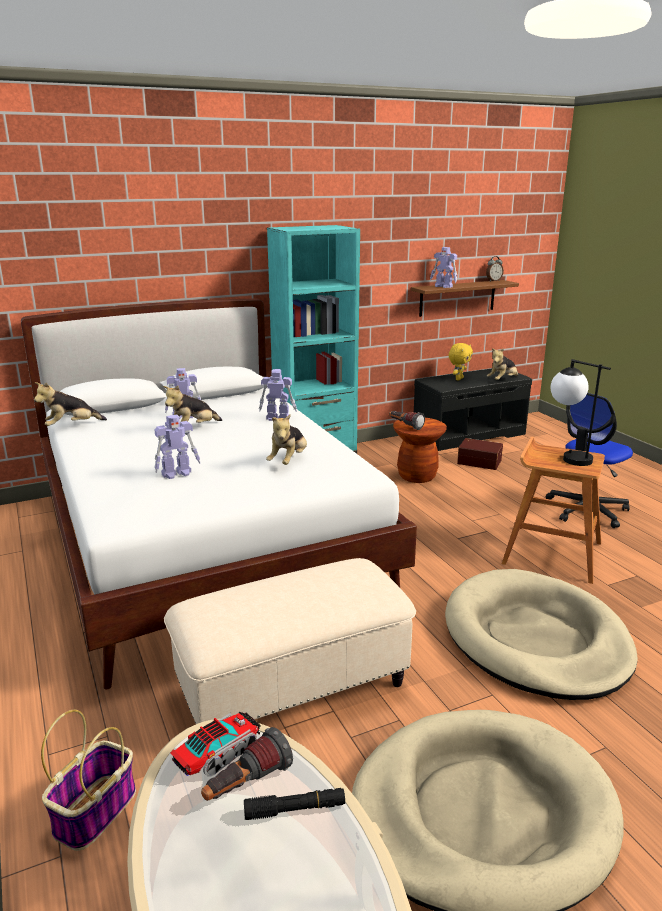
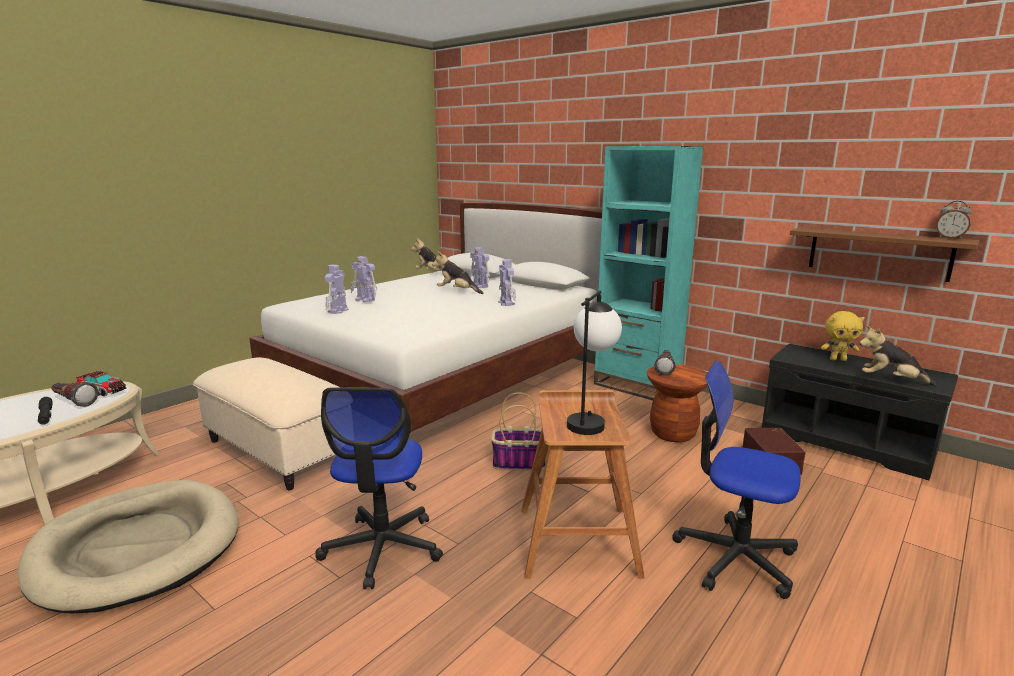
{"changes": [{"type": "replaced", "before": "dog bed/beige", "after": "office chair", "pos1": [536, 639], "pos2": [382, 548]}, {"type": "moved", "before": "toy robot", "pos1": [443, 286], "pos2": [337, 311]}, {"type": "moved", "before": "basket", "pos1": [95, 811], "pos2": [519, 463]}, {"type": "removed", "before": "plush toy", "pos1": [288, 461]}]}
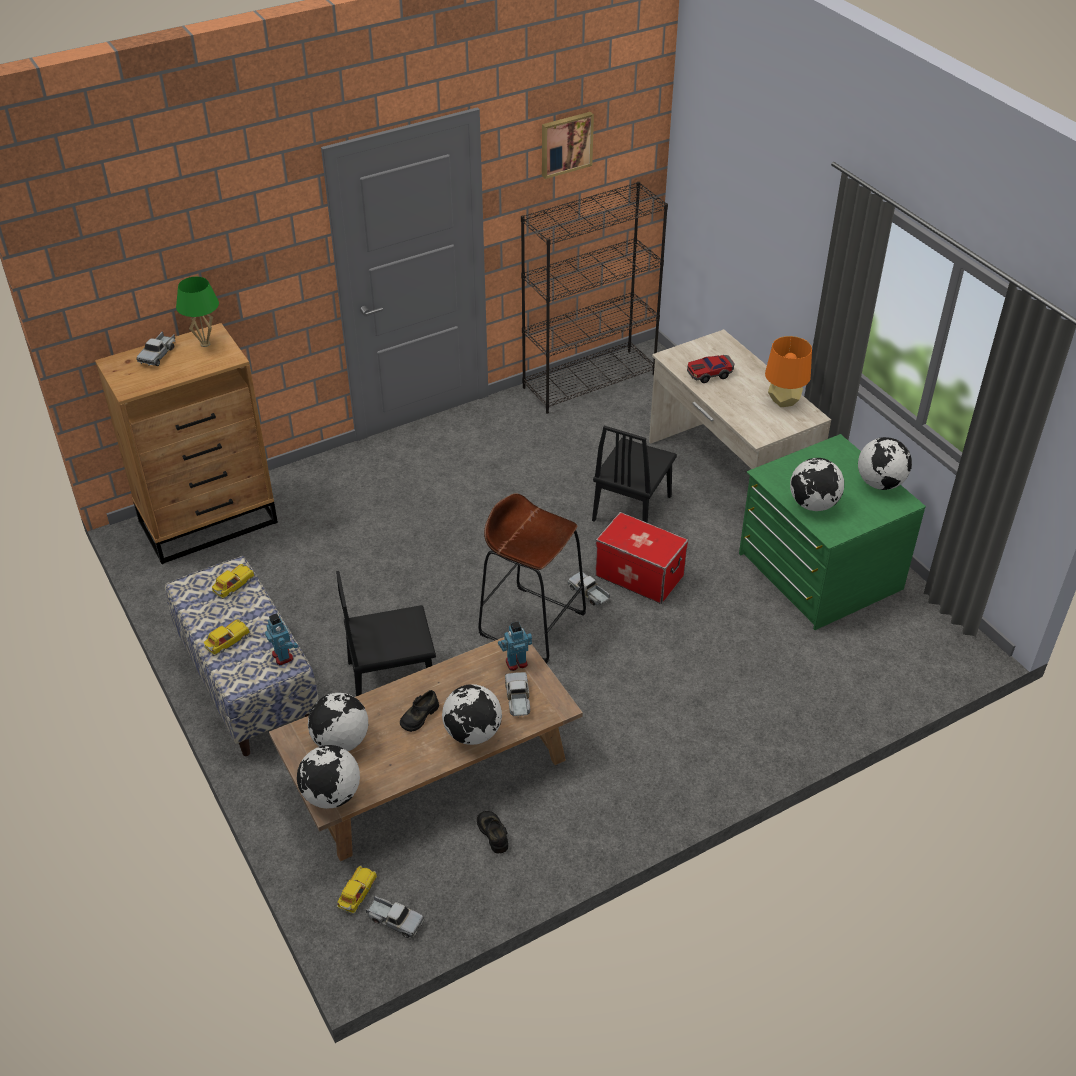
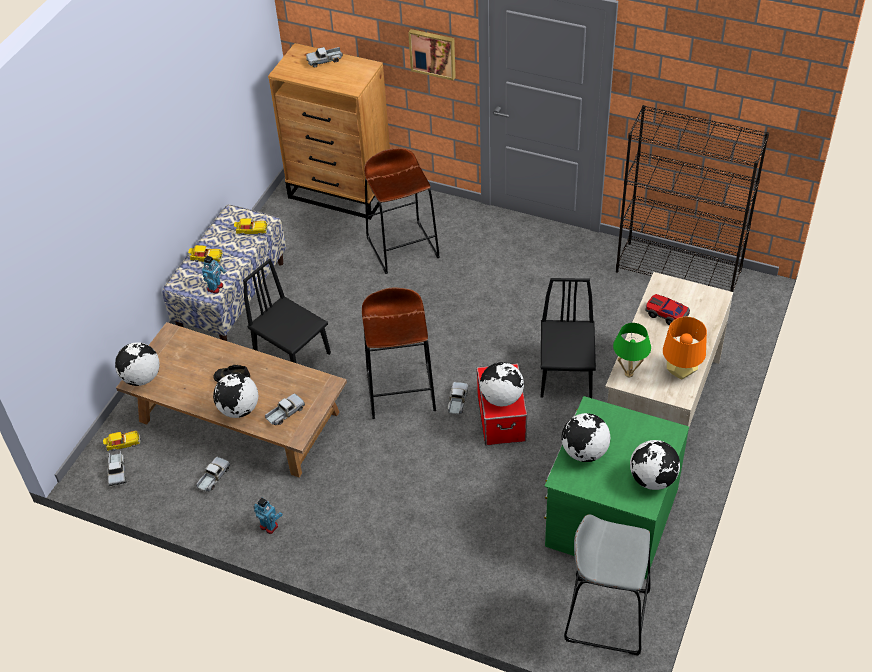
{"changes": [{"type": "replaced", "before": "shoe/black", "after": "toy truck", "pos1": [493, 833], "pos2": [213, 477]}, {"type": "moved", "before": "toy robot", "pos1": [516, 662], "pos2": [269, 526]}, {"type": "added", "after": "stool/brown", "pos2": [403, 247]}, {"type": "moved", "before": "picture", "pos1": [565, 144], "pos2": [433, 53]}, {"type": "moved", "before": "globe", "pos1": [340, 742], "pos2": [501, 398]}, {"type": "turned", "before": "chair/black", "pos1": [632, 508], "pos2": [566, 374], "turn": 105}, {"type": "added", "after": "stool/grey", "pos2": [606, 615]}, {"type": "moved", "before": "table lamp/green", "pos1": [205, 344], "pos2": [629, 374]}]}
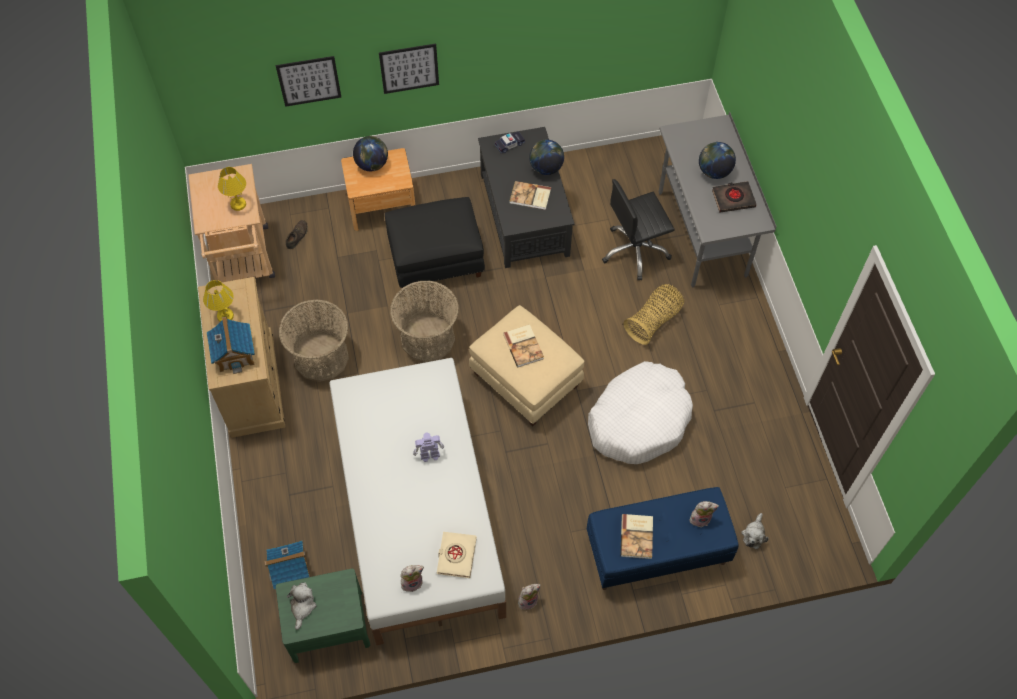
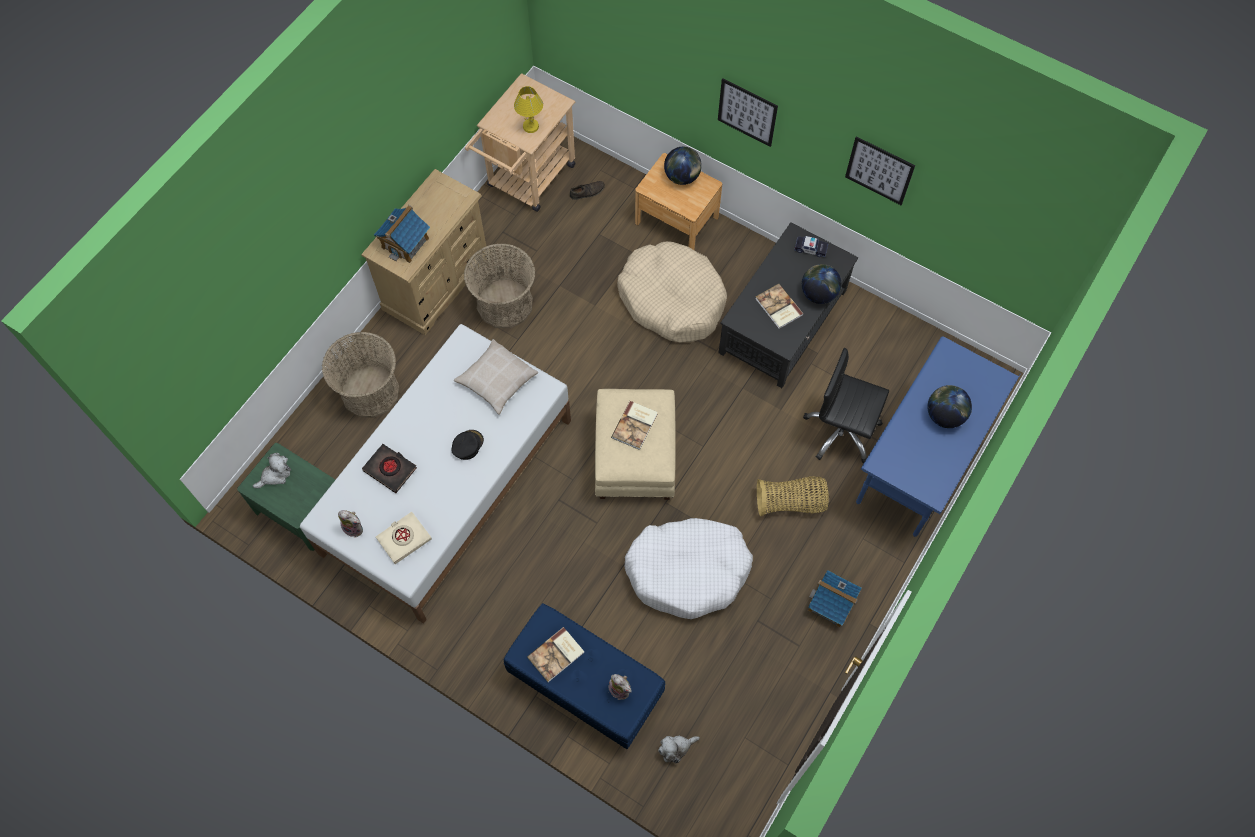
{"changes": [{"type": "moved", "before": "basket", "pos1": [427, 338], "pos2": [370, 391]}, {"type": "moved", "before": "book/black", "pos1": [733, 199], "pos2": [390, 469]}, {"type": "replaced", "before": "toy robot", "after": "cap/black", "pos1": [429, 455], "pos2": [467, 445]}, {"type": "added", "after": "pillow/beige", "pos2": [496, 380]}, {"type": "replaced", "before": "ottoman/black", "after": "dog bed/beige", "pos1": [436, 259], "pos2": [672, 299]}, {"type": "moved", "before": "toy house", "pos1": [291, 572], "pos2": [831, 604]}, {"type": "moved", "before": "picture", "pos1": [309, 81], "pos2": [879, 170]}, {"type": "recoloured", "before": "desk/grey", "after": "desk/blue", "pos1": [702, 234], "pos2": [917, 466]}, {"type": "removed", "before": "table lamp/yellow", "pos1": [225, 316]}, {"type": "removed", "before": "plush toy", "pos1": [527, 600]}]}
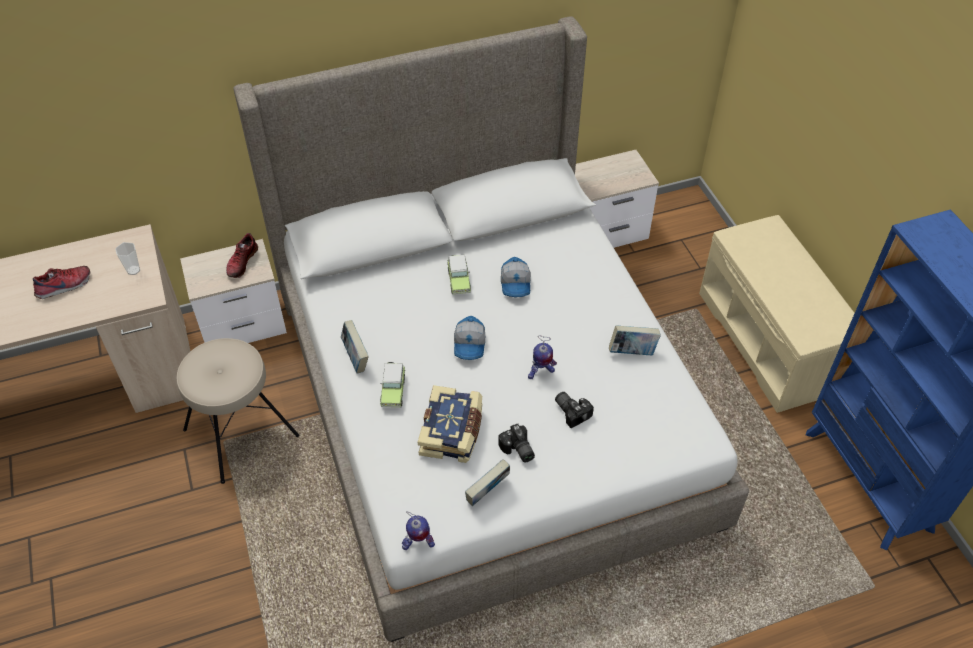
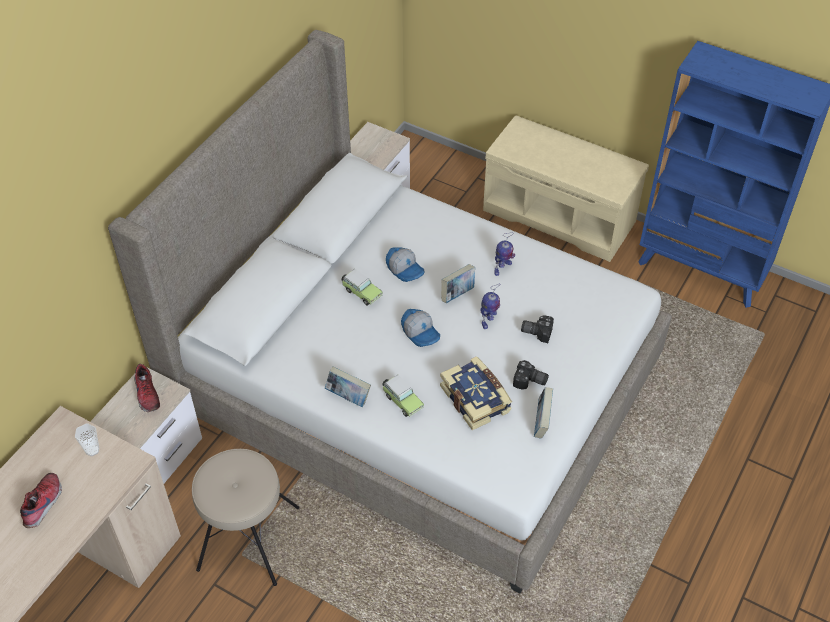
{"changes": [{"type": "moved", "before": "book", "pos1": [632, 352], "pos2": [457, 294]}, {"type": "moved", "before": "toy robot", "pos1": [418, 544], "pos2": [502, 268]}]}
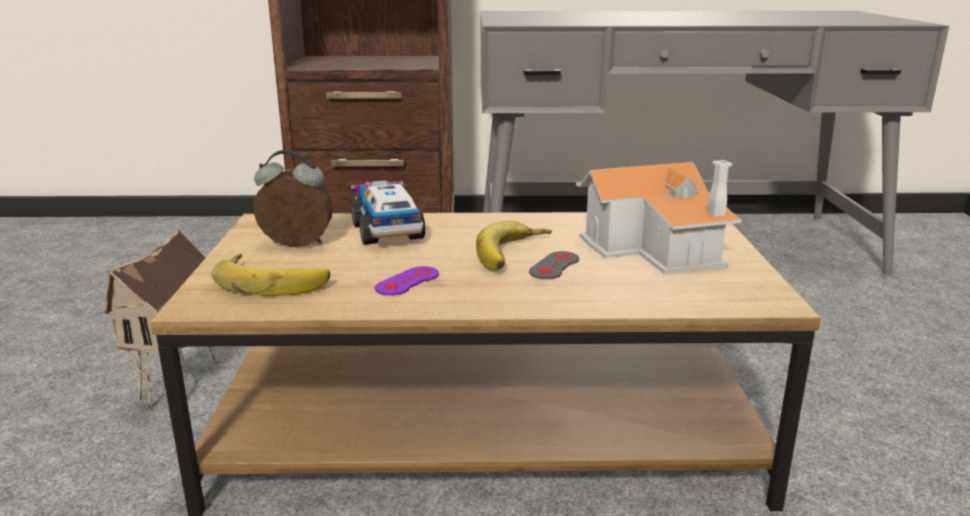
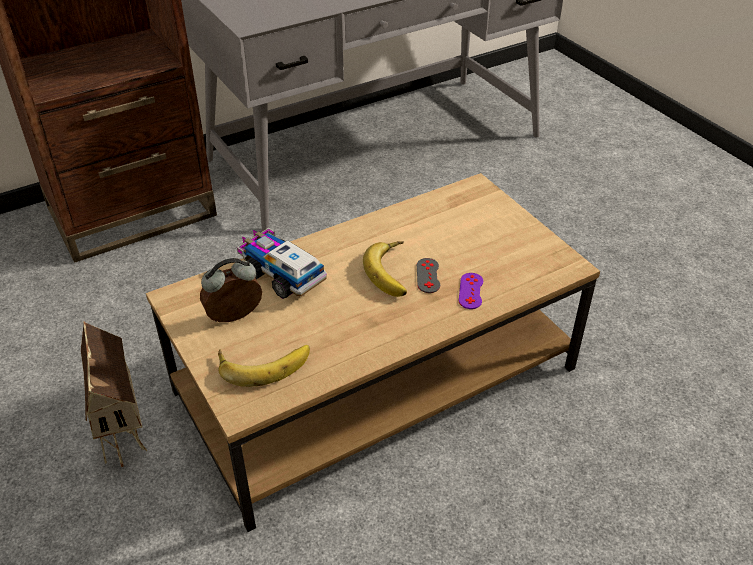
{"changes": [{"type": "moved", "before": "game controller/purple", "pos1": [407, 281], "pos2": [471, 291]}, {"type": "removed", "before": "toy house", "pos1": [657, 248]}]}
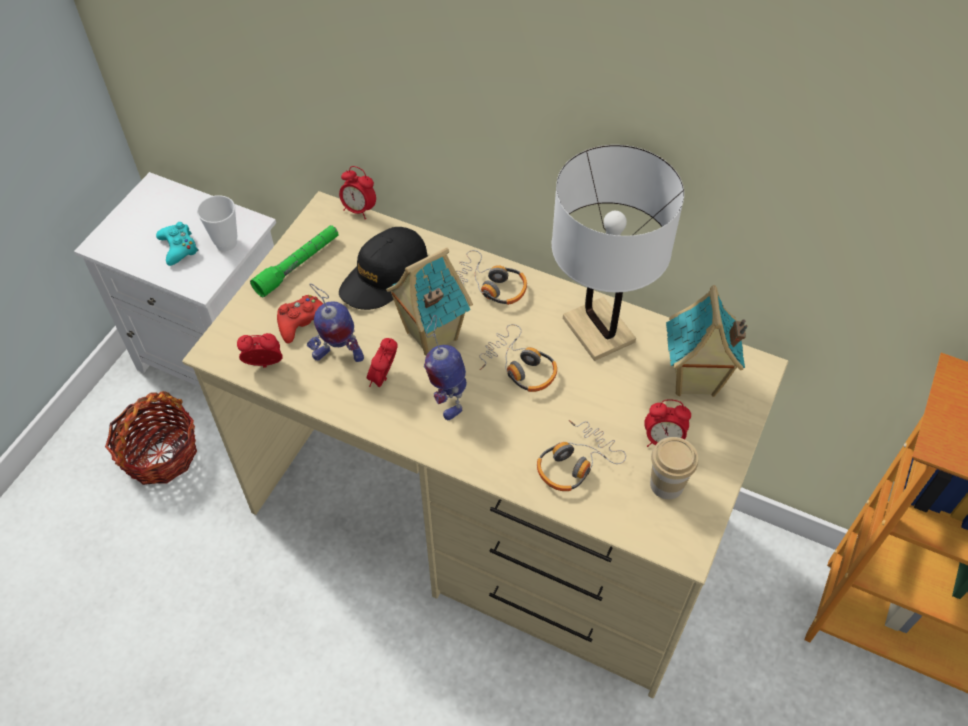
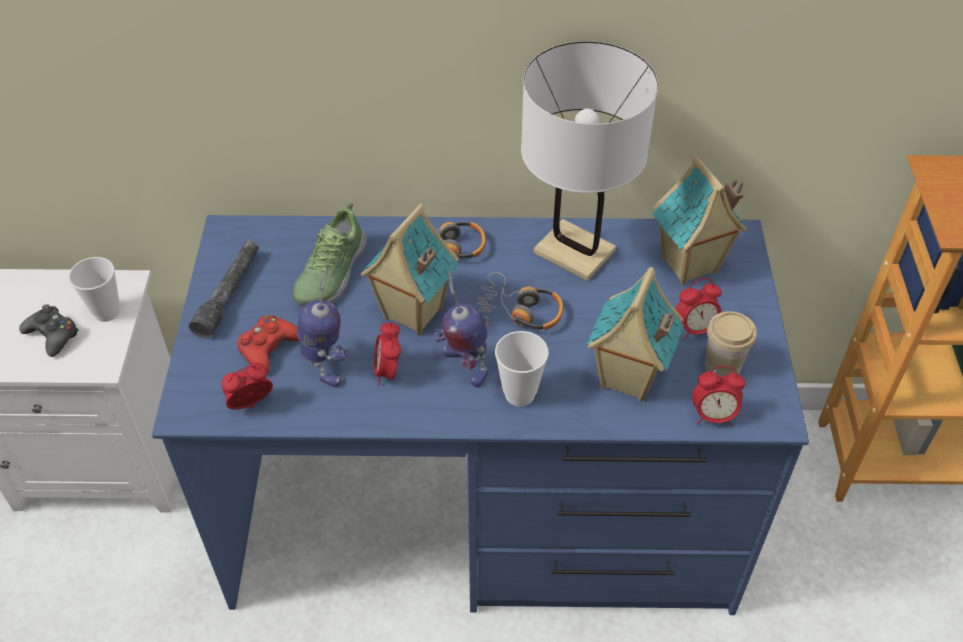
{"changes": [{"type": "recoloured", "before": "game controller/turquoise", "after": "game controller/black", "pos1": [179, 248], "pos2": [53, 335]}, {"type": "recoloured", "before": "desk/beige", "after": "desk/blue", "pos1": [487, 516], "pos2": [483, 510]}, {"type": "recoloured", "before": "flashlight/green", "after": "flashlight/grey", "pos1": [298, 265], "pos2": [229, 294]}, {"type": "replaced", "before": "cap/black", "after": "shoe", "pos1": [384, 276], "pos2": [330, 274]}, {"type": "turned", "before": "toy robot", "pos1": [338, 355], "pos2": [326, 366], "turn": -90}, {"type": "added", "after": "cup", "pos2": [519, 394]}, {"type": "replaced", "before": "headphones", "after": "toy house", "pos1": [575, 462], "pos2": [626, 379]}, {"type": "moved", "before": "alarm clock", "pos1": [359, 210], "pos2": [713, 416]}, {"type": "removed", "before": "basket", "pos1": [160, 454]}]}
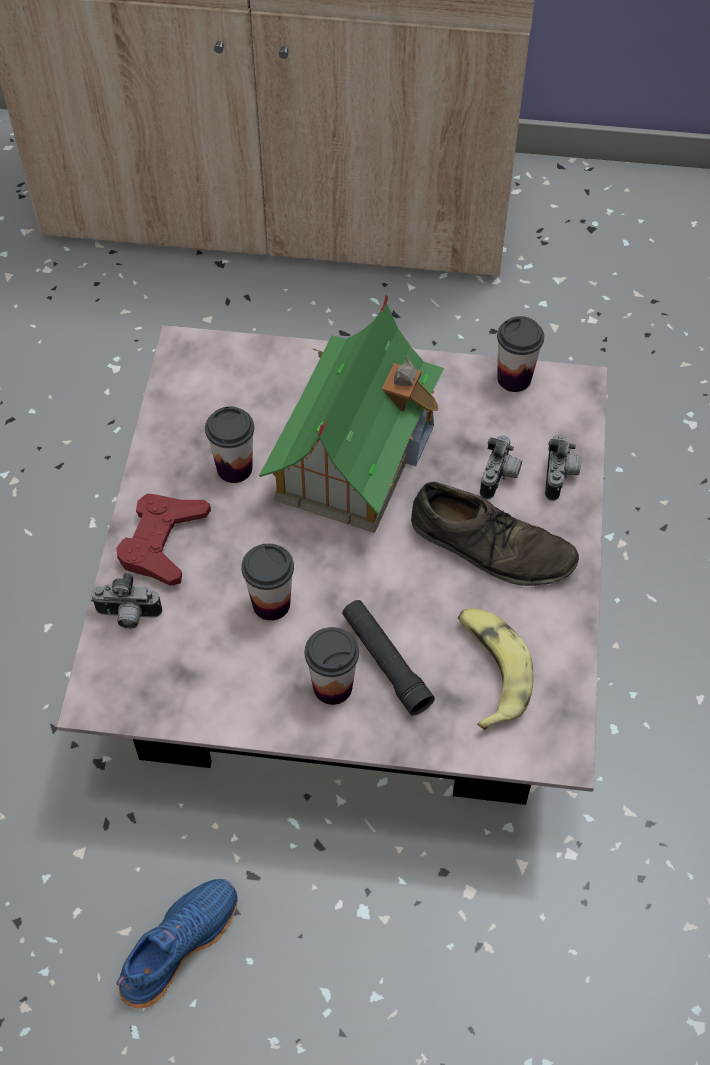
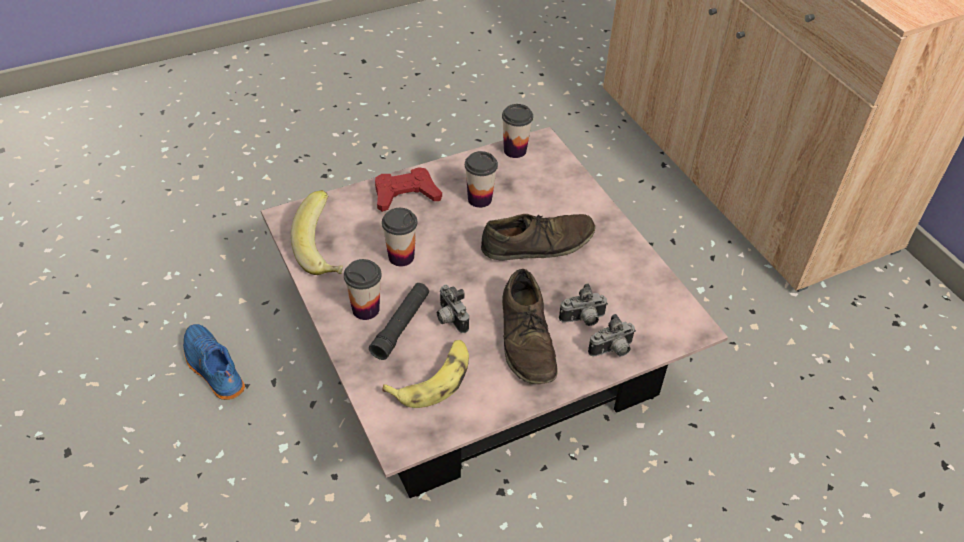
{"changes": [{"type": "turned", "before": "shoe/blue", "pos1": [177, 943], "pos2": [212, 369], "turn": -135}, {"type": "added", "after": "banana", "pos2": [326, 252]}, {"type": "moved", "before": "photo camera", "pos1": [128, 616], "pos2": [449, 319]}, {"type": "replaced", "before": "toy house", "after": "shoe/brown", "pos1": [354, 452], "pos2": [538, 244]}, {"type": "moved", "before": "cup", "pos1": [514, 378], "pos2": [515, 150]}]}
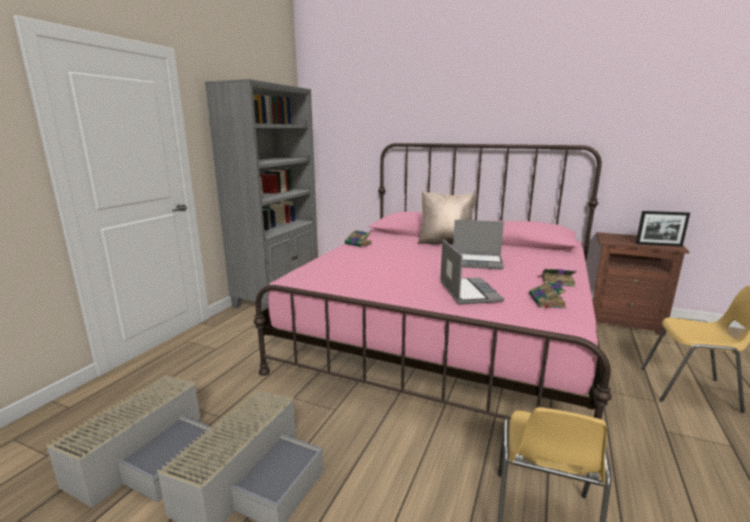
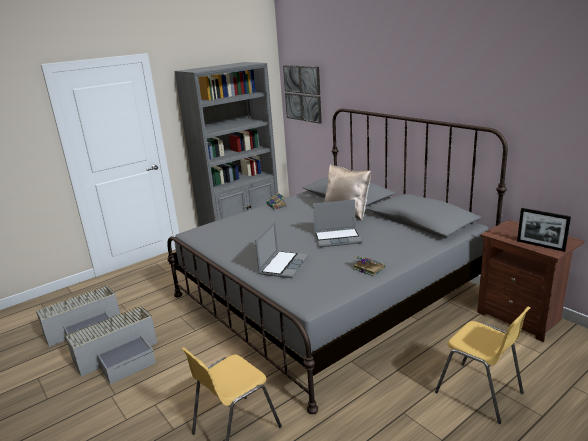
{"changes": [{"type": "recoloured", "before": "bed/pink", "after": "bed/grey", "pos1": [445, 334], "pos2": [329, 294]}, {"type": "added", "after": "picture", "pos2": [302, 93]}, {"type": "turned", "before": "laptop", "pos1": [477, 262], "pos2": [338, 238], "turn": -45}, {"type": "removed", "before": "book", "pos1": [547, 302]}]}
